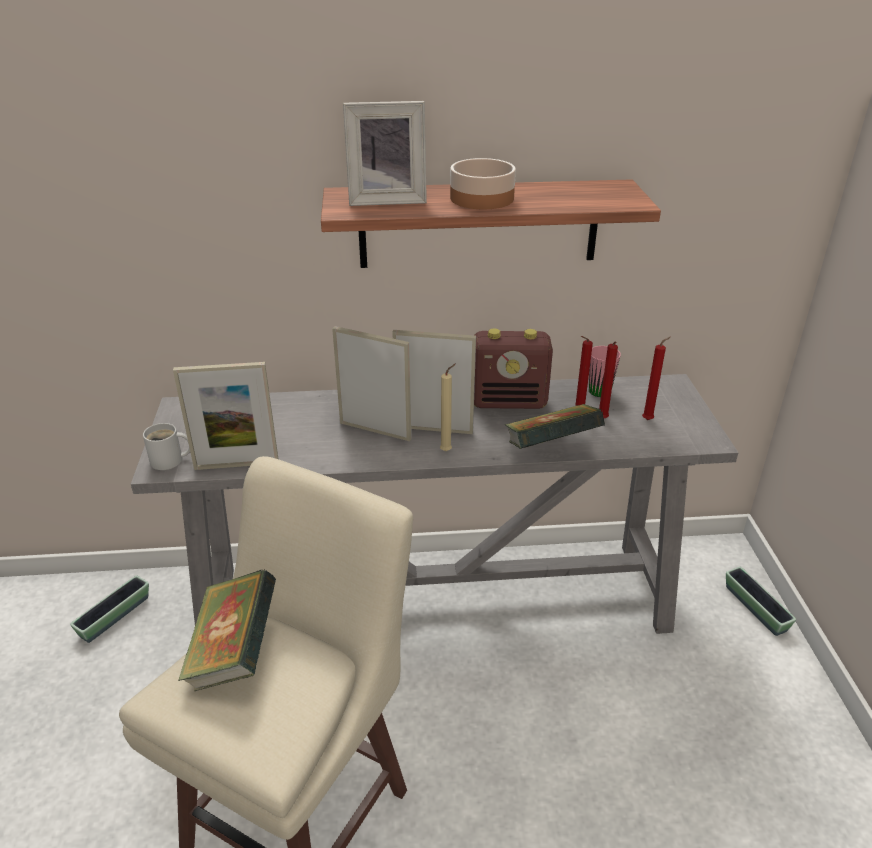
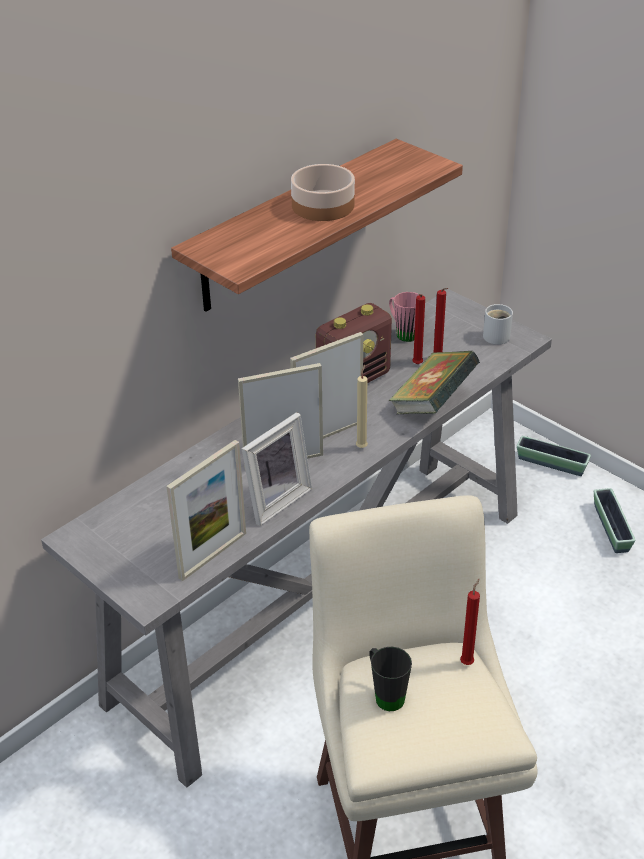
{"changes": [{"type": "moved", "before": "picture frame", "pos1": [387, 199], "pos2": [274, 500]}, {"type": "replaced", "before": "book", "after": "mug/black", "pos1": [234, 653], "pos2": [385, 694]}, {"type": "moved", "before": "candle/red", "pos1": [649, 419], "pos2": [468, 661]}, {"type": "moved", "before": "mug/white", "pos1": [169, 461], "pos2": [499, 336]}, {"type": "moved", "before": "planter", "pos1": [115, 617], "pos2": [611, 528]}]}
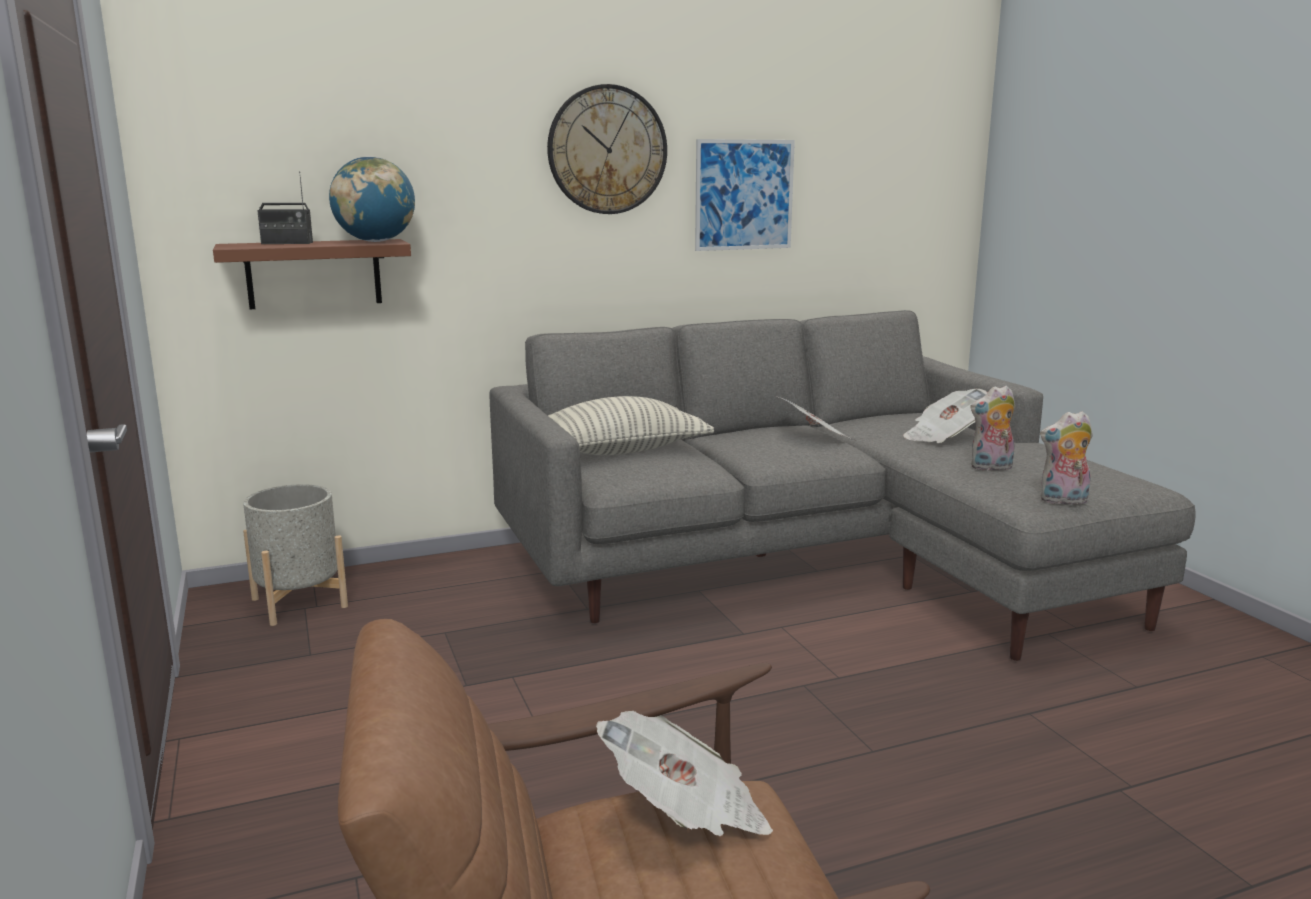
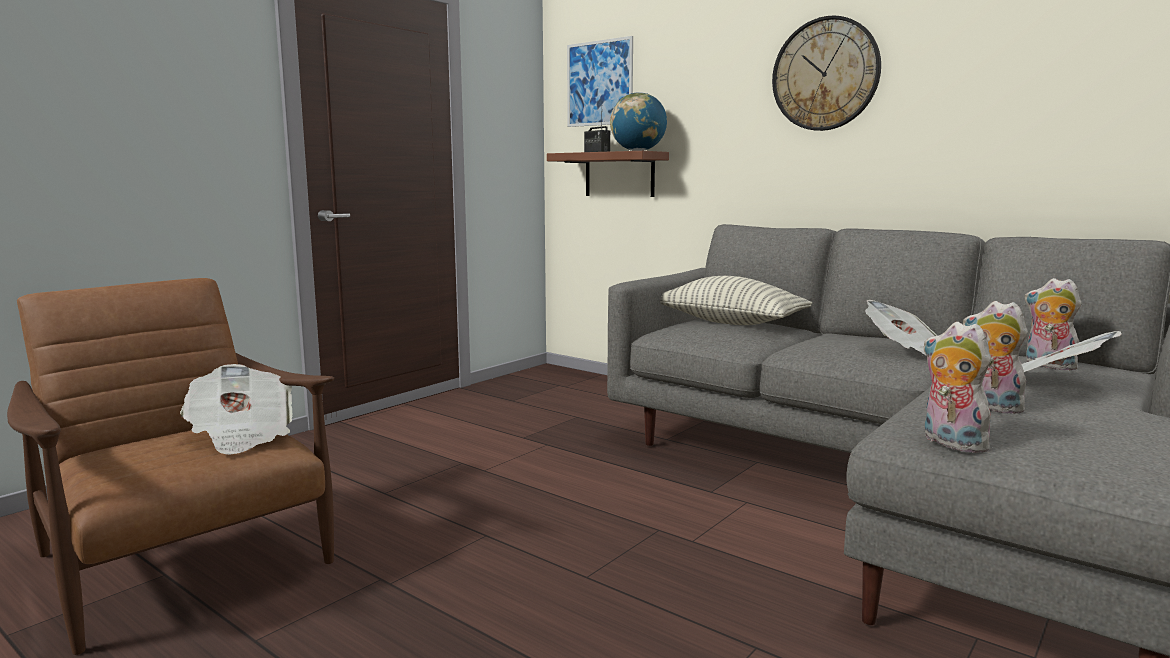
{"changes": [{"type": "moved", "before": "picture", "pos1": [744, 195], "pos2": [599, 83]}, {"type": "added", "after": "plush toy", "pos2": [1047, 366]}, {"type": "removed", "before": "planter/grey", "pos1": [299, 603]}]}
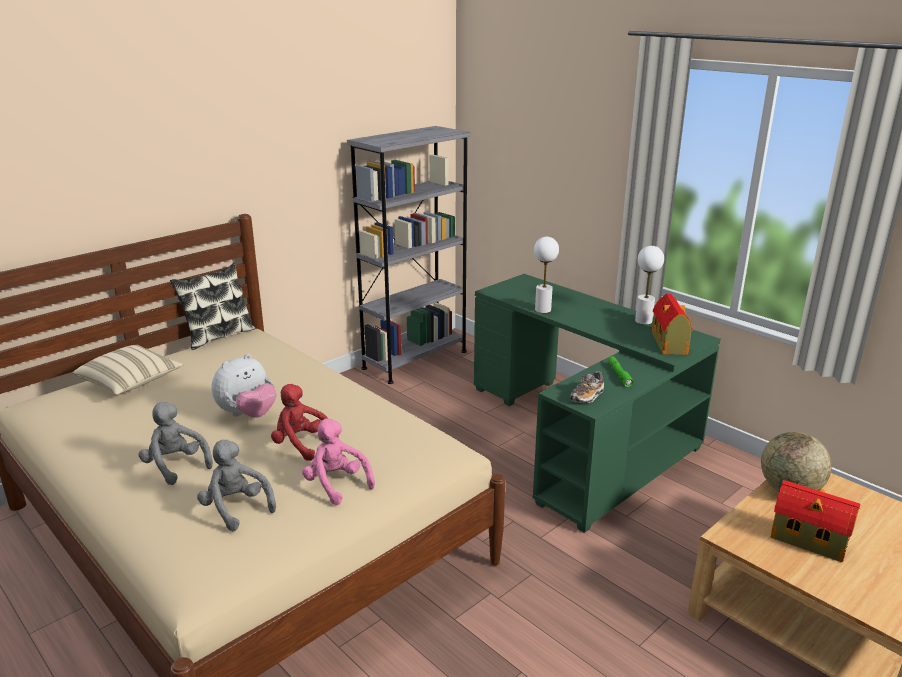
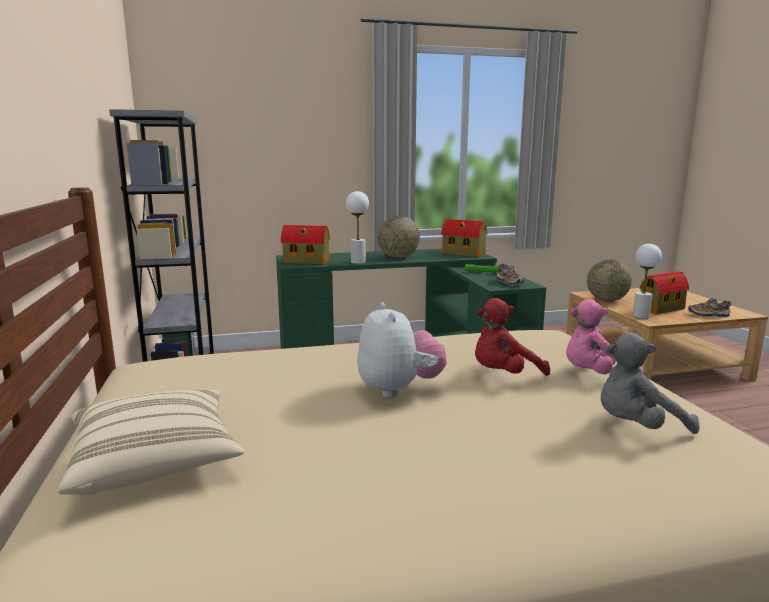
{"changes": [{"type": "added", "after": "toy house", "pos2": [307, 262]}, {"type": "added", "after": "globe", "pos2": [398, 257]}, {"type": "moved", "before": "table lamp/white", "pos1": [643, 321], "pos2": [640, 316]}, {"type": "added", "after": "shoe", "pos2": [708, 315]}, {"type": "removed", "before": "plush toy/grey", "pos1": [176, 466]}, {"type": "removed", "before": "pillow", "pos1": [218, 336]}]}
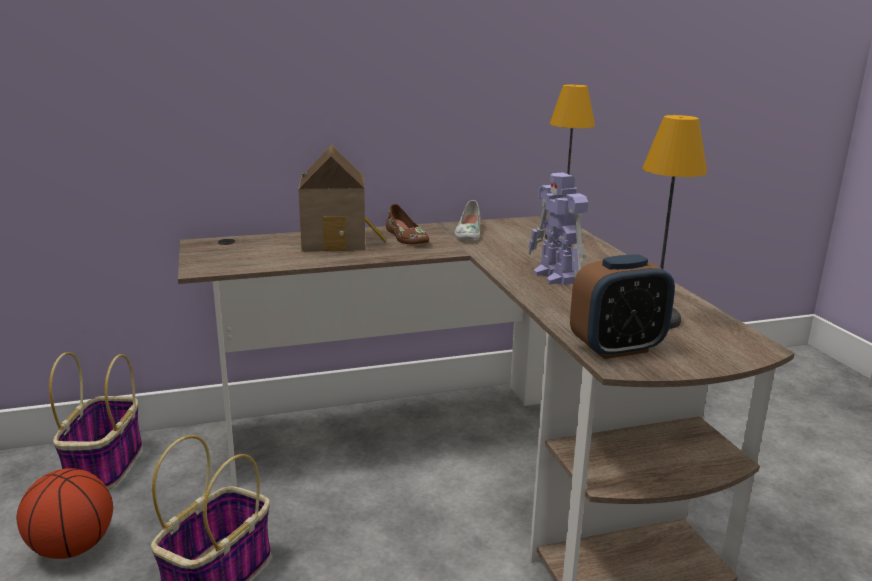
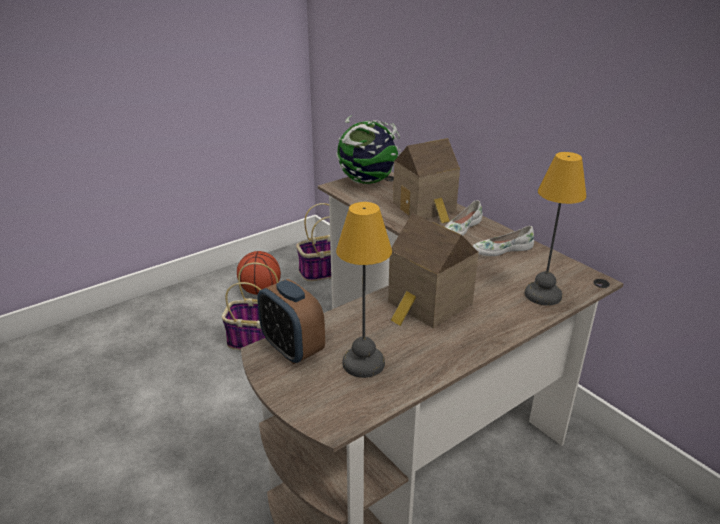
{"changes": [{"type": "added", "after": "globe", "pos2": [368, 181]}, {"type": "replaced", "before": "toy robot", "after": "toy house", "pos1": [556, 277], "pos2": [428, 305]}, {"type": "recoloured", "before": "shoe/brown", "after": "shoe/white", "pos1": [406, 238], "pos2": [460, 228]}]}
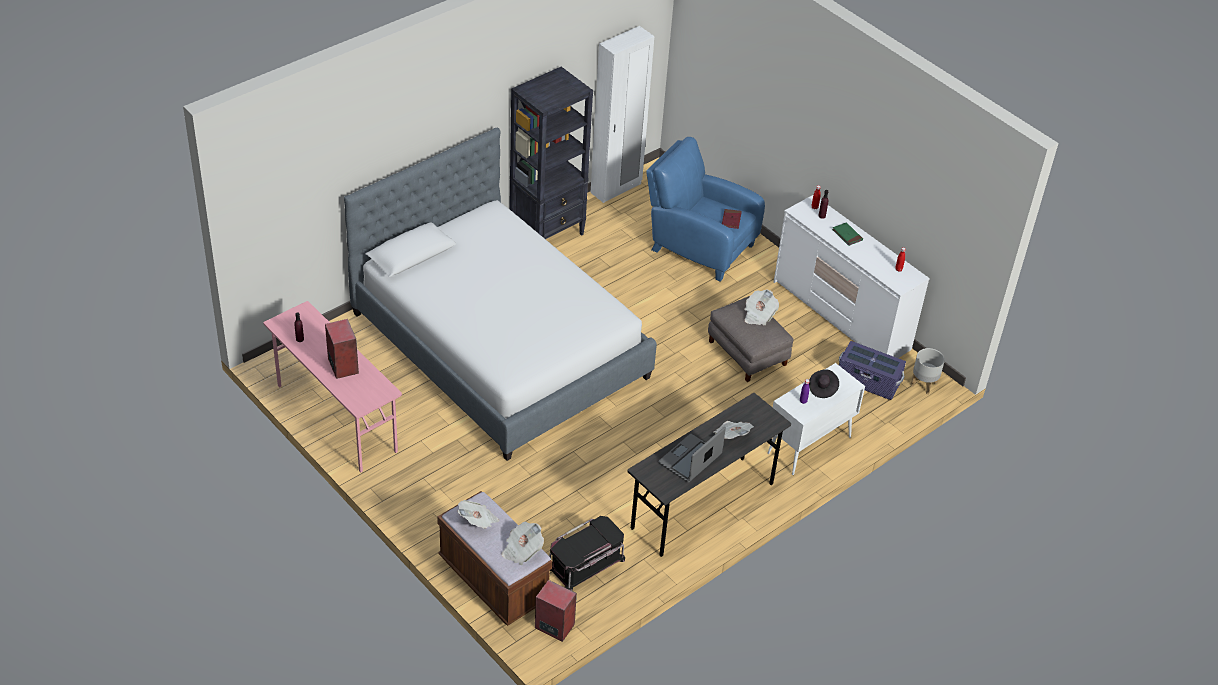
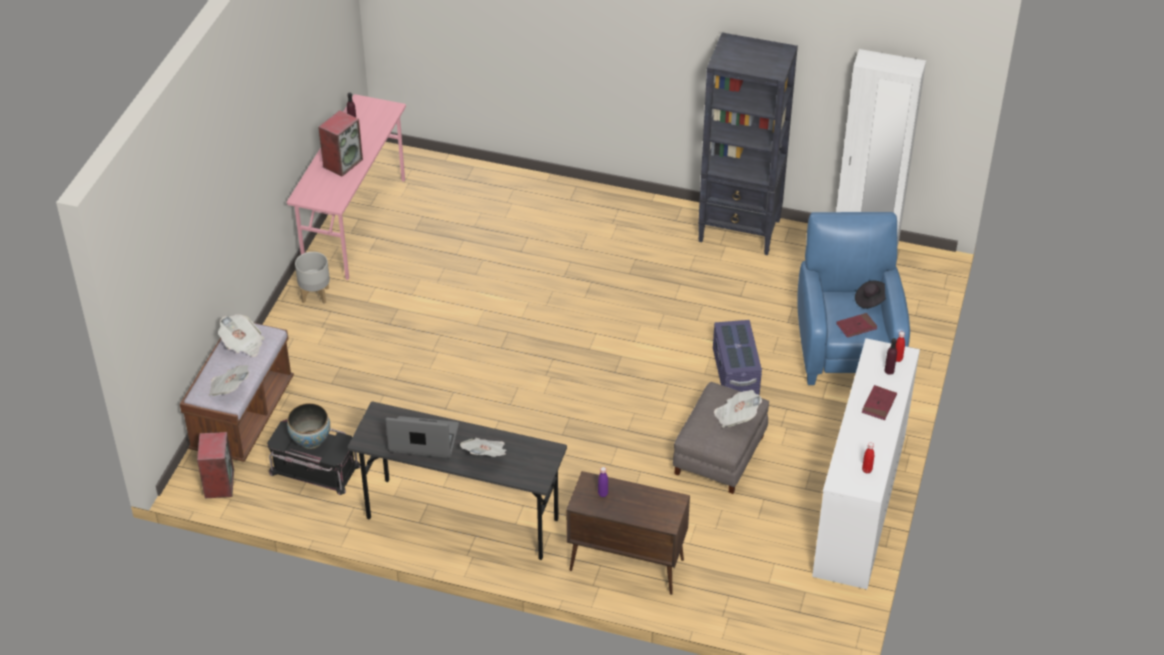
{"changes": [{"type": "added", "after": "bowl", "pos2": [311, 440]}, {"type": "moved", "before": "planter/grey", "pos1": [924, 384], "pos2": [315, 295]}, {"type": "recoloured", "before": "cabinet/white", "after": "cabinet/brown", "pos1": [808, 446], "pos2": [625, 565]}, {"type": "moved", "before": "storage box/purple", "pos1": [868, 382], "pos2": [735, 373]}, {"type": "moved", "before": "hat/black", "pos1": [822, 388], "pos2": [870, 300]}, {"type": "recoloured", "before": "book/green", "after": "book/red", "pos1": [847, 235], "pos2": [879, 404]}, {"type": "removed", "before": "bed", "pos1": [500, 345]}]}
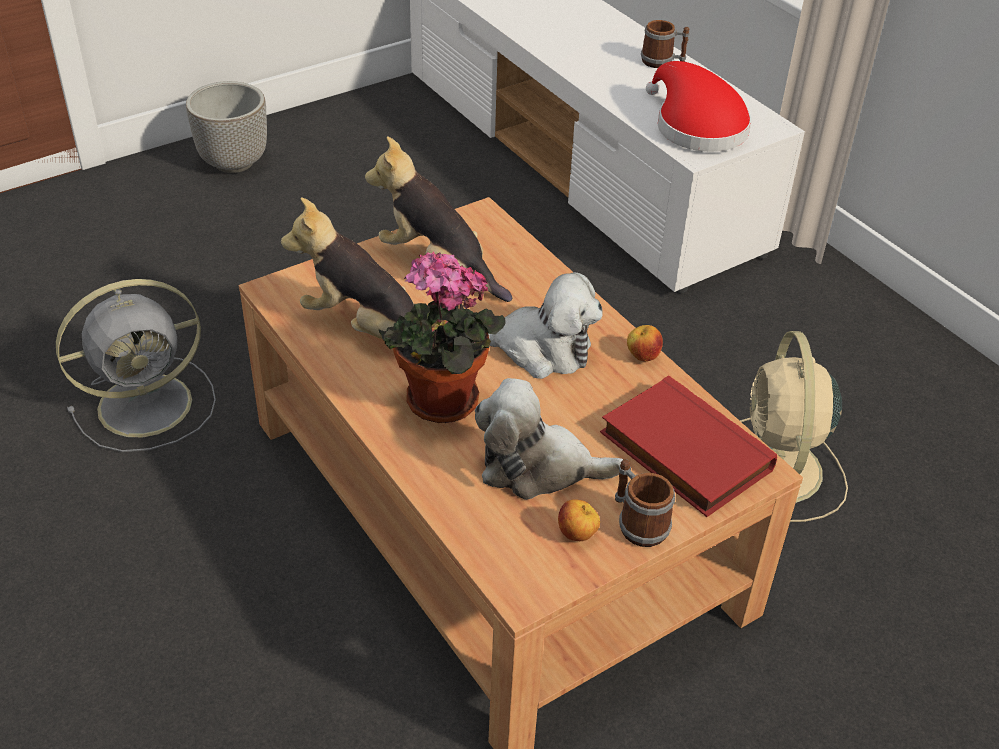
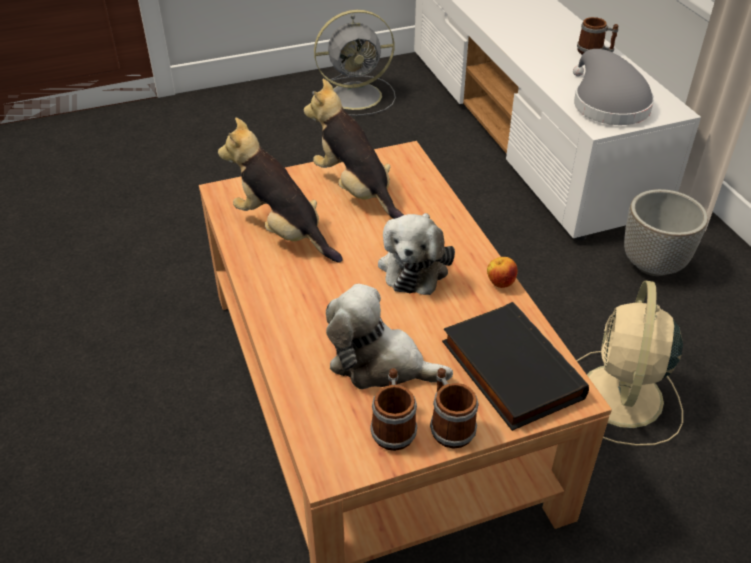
{"changes": [{"type": "moved", "before": "fan/grey", "pos1": [149, 404], "pos2": [357, 96]}, {"type": "replaced", "before": "apple", "after": "mug", "pos1": [577, 535], "pos2": [393, 427]}, {"type": "turned", "before": "plush toy", "pos1": [539, 349], "pos2": [414, 265], "turn": 75}, {"type": "recoloured", "before": "book/red", "after": "book/black", "pos1": [682, 452], "pos2": [508, 370]}, {"type": "recoloured", "before": "hat/red", "after": "hat/grey", "pos1": [696, 126], "pos2": [607, 104]}, {"type": "moved", "before": "planter", "pos1": [235, 162], "pos2": [653, 264]}, {"type": "removed", "before": "potted plant", "pos1": [439, 405]}]}
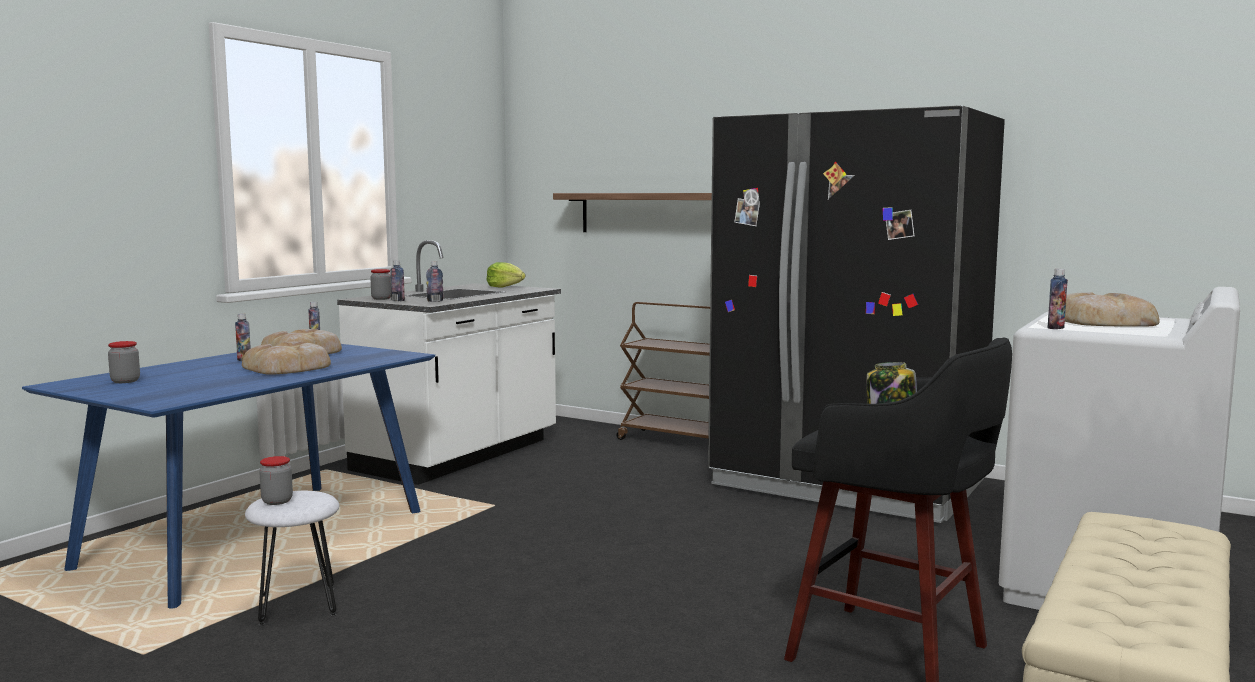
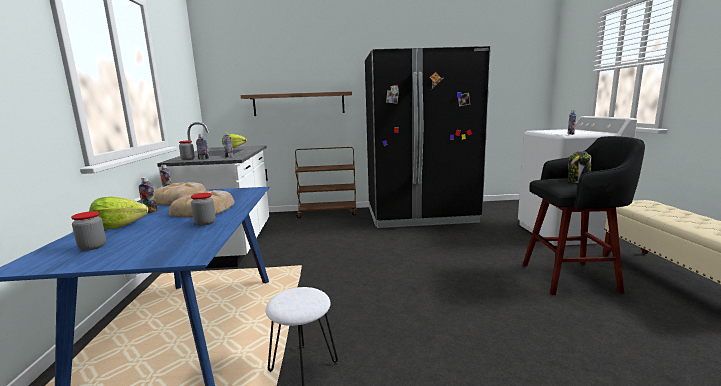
{"changes": [{"type": "added", "after": "lettuce", "pos2": [119, 226]}, {"type": "moved", "before": "jar", "pos1": [277, 501], "pos2": [205, 223]}, {"type": "removed", "before": "bread", "pos1": [1102, 321]}]}
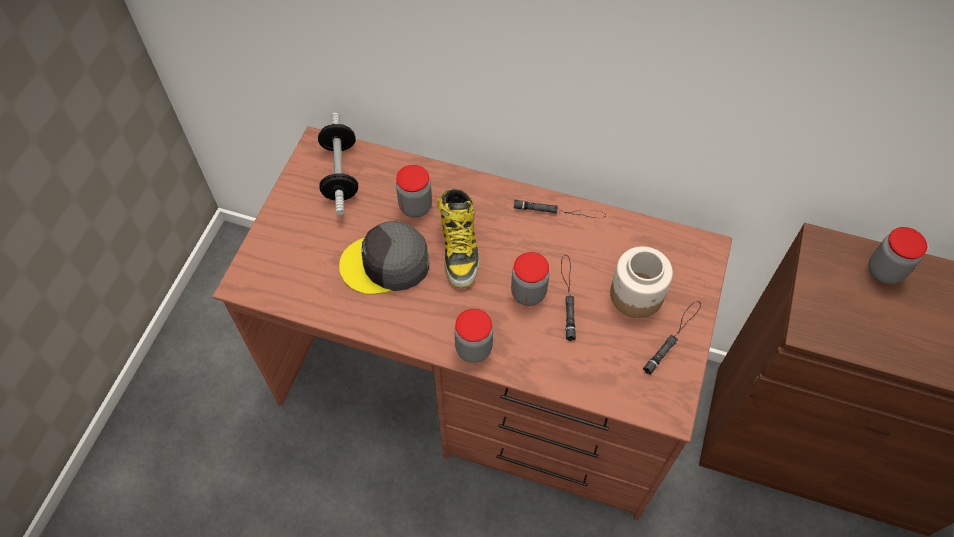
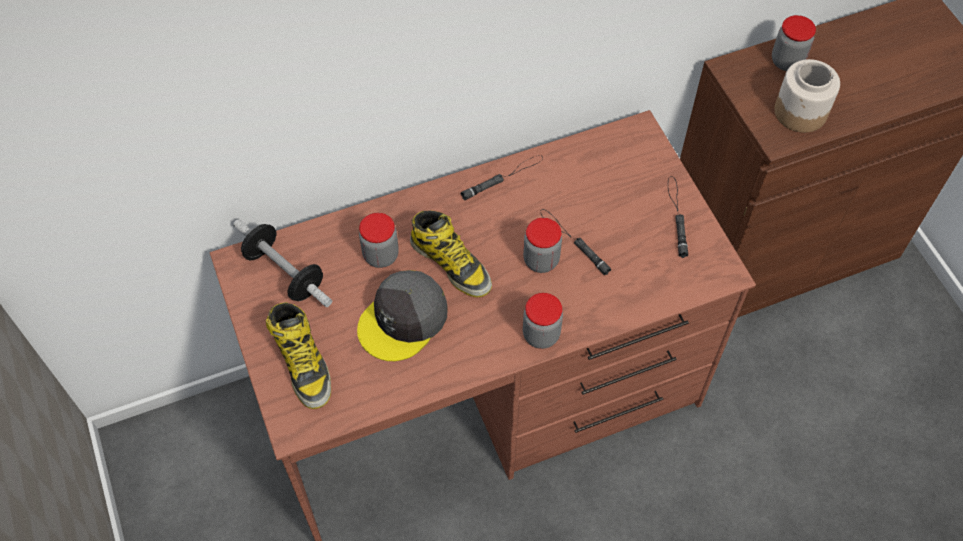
{"changes": [{"type": "added", "after": "boot", "pos2": [303, 363]}, {"type": "moved", "before": "jar", "pos1": [637, 295], "pos2": [801, 112]}]}
